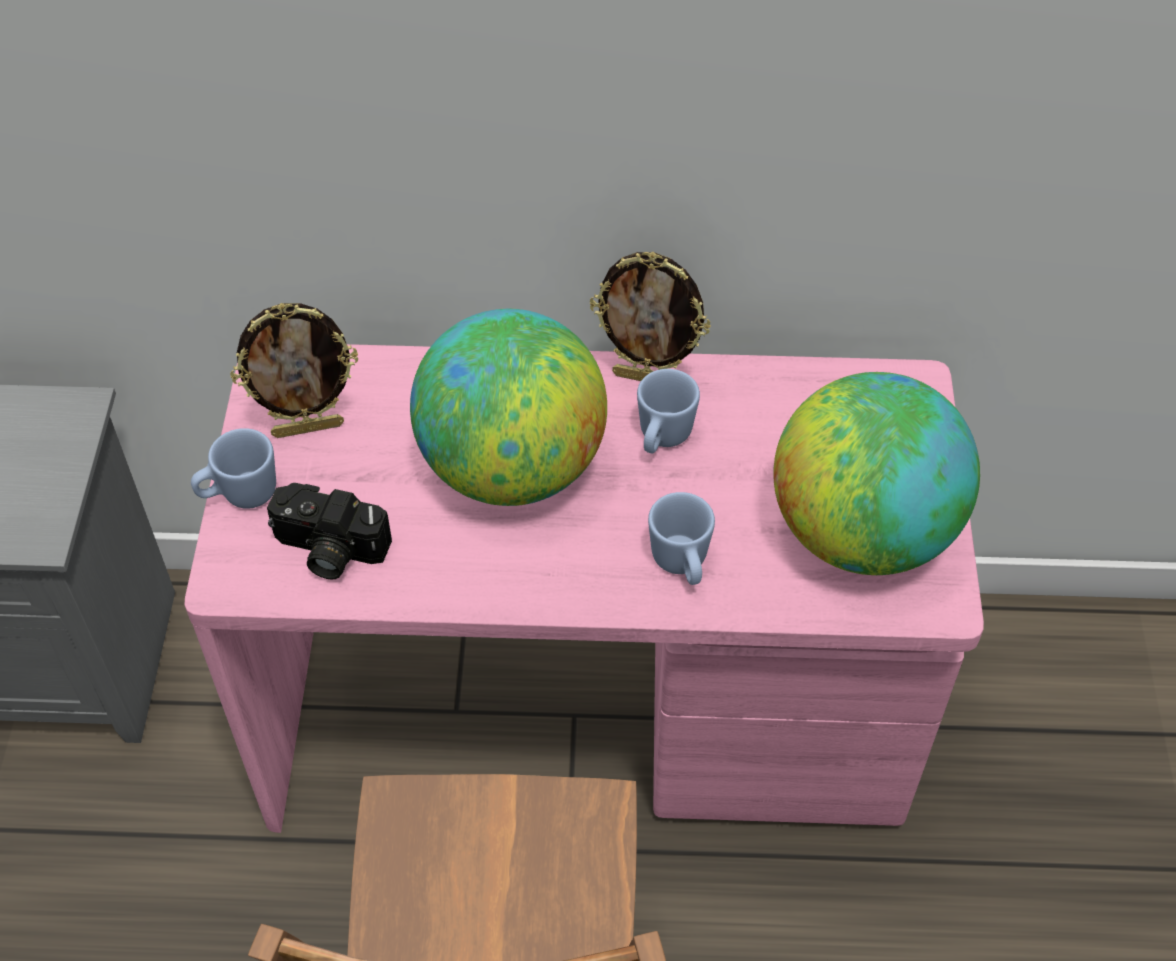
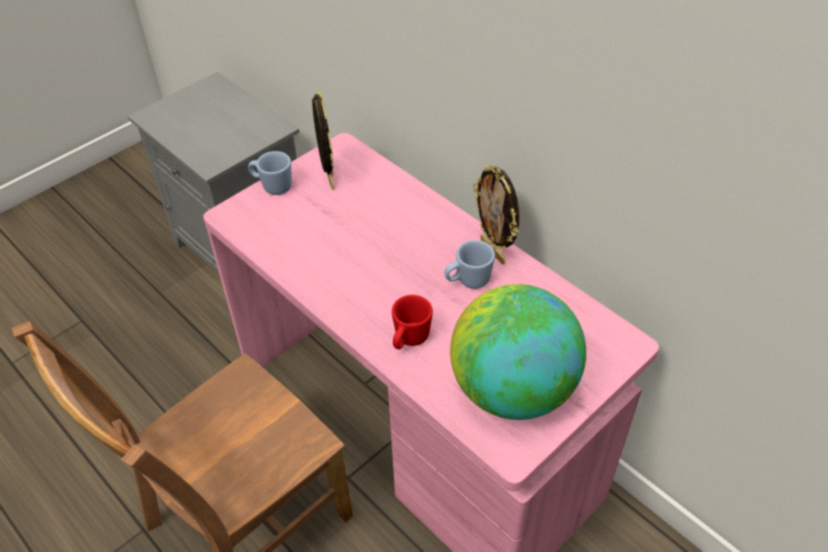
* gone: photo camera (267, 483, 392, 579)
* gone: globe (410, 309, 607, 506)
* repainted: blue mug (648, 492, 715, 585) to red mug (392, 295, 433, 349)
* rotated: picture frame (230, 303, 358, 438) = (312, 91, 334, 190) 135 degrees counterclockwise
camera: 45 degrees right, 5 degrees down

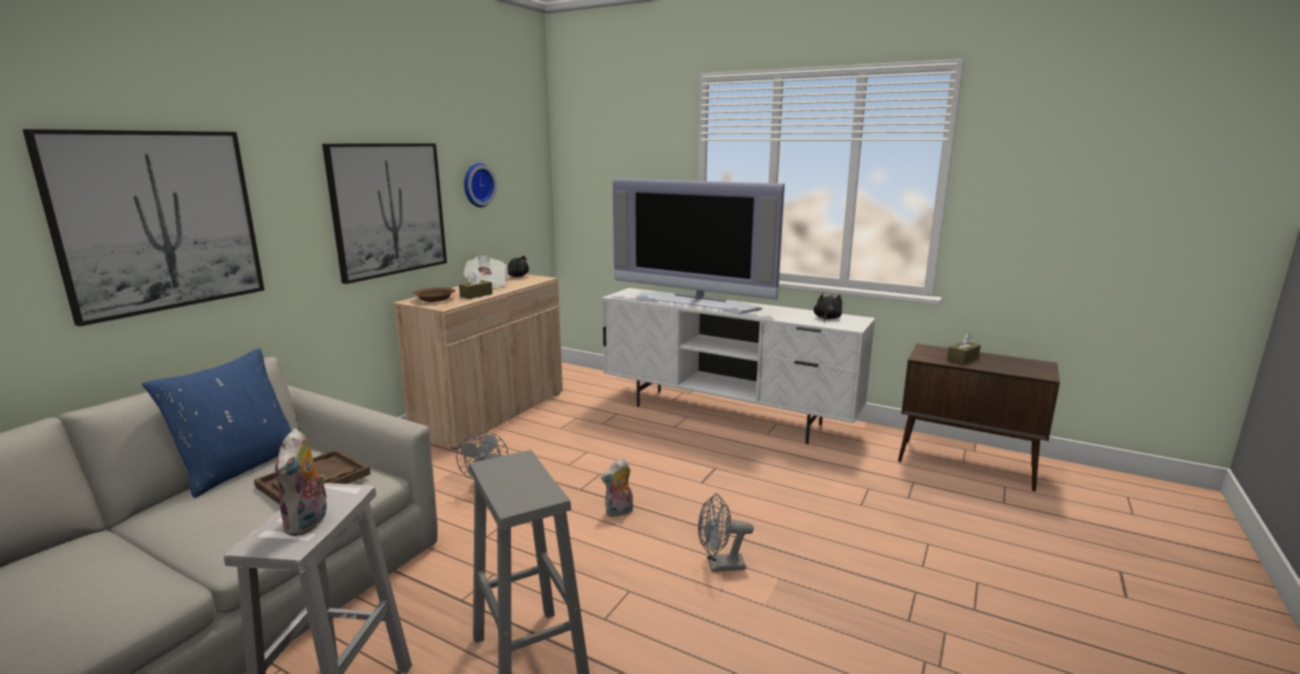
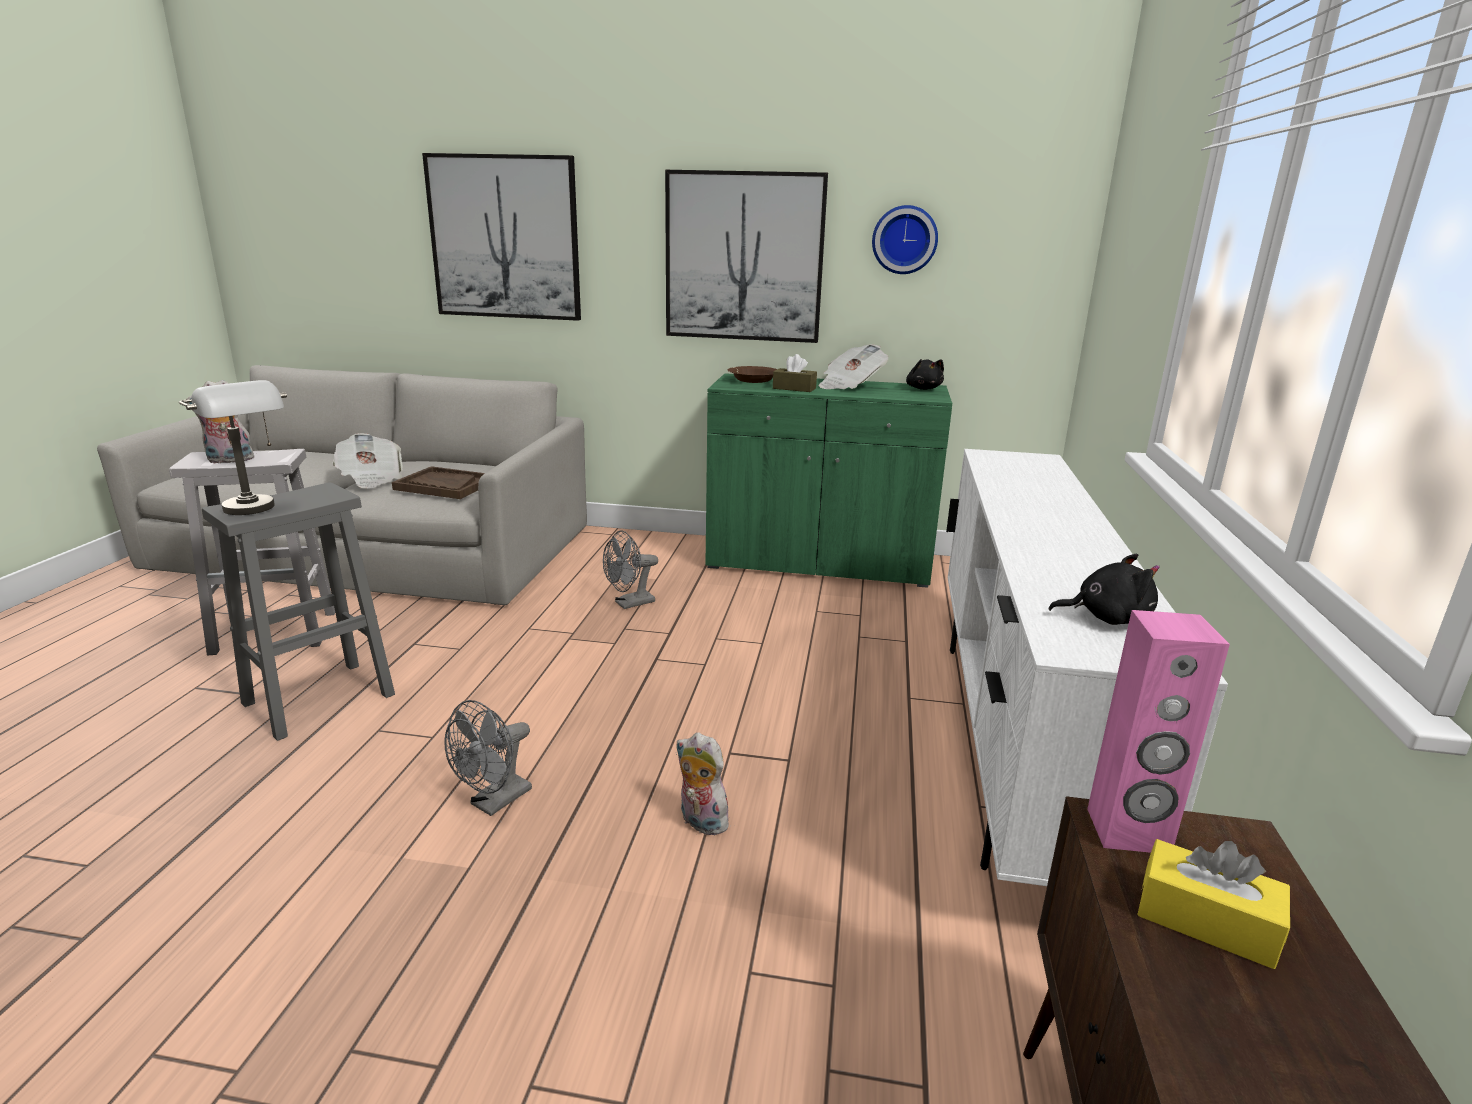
* gone: blue pillow (142, 348, 292, 498)
* gone: television (613, 178, 785, 314)
* new: grey table lamp (179, 380, 287, 515)
* new: newspaper (332, 433, 403, 489)
* new: pink speaker (1087, 610, 1230, 853)
* shifted: plush toy (601, 459, 633, 517) to (676, 732, 729, 835)
* repainted: beige cabinet (393, 274, 563, 450) to green cabinet (705, 373, 952, 588)
* repainted: brown tissue box (947, 333, 981, 365) to yellow tissue box (1137, 839, 1290, 969)
* rotated: grey fan (698, 493, 754, 572) = (444, 700, 532, 816) 120 degrees counterclockwise
camera: 70 degrees right, 5 degrees up

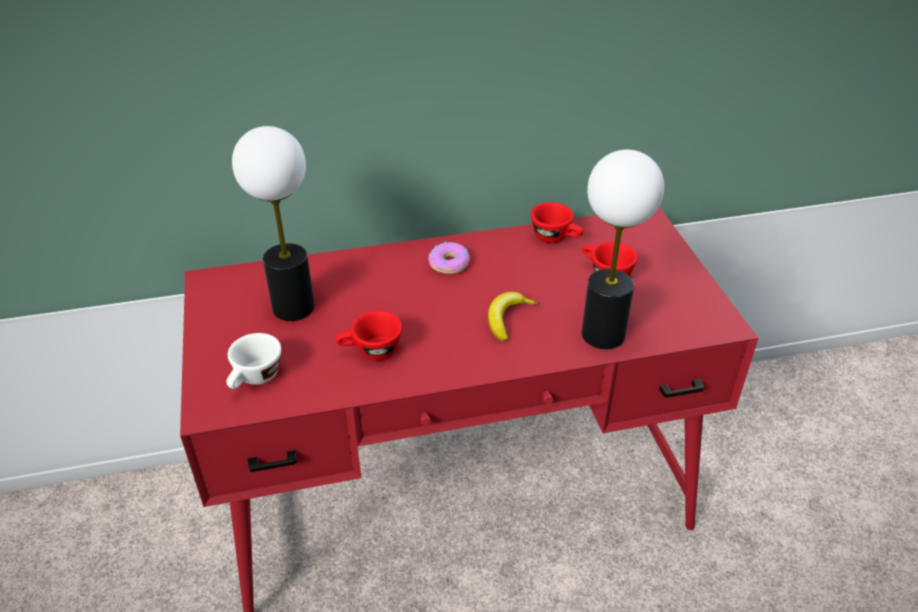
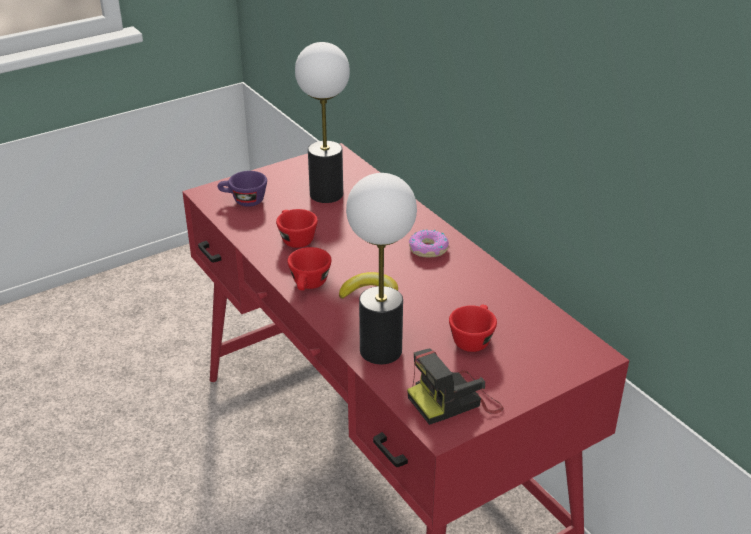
* new: photo camera (407, 349, 503, 425)
* shifted: red cup (531, 202, 584, 243) to (287, 247, 331, 291)
* repainted: white cup (226, 333, 281, 389) to purple cup (218, 171, 267, 207)
camera: 70 degrees right, 5 degrees down

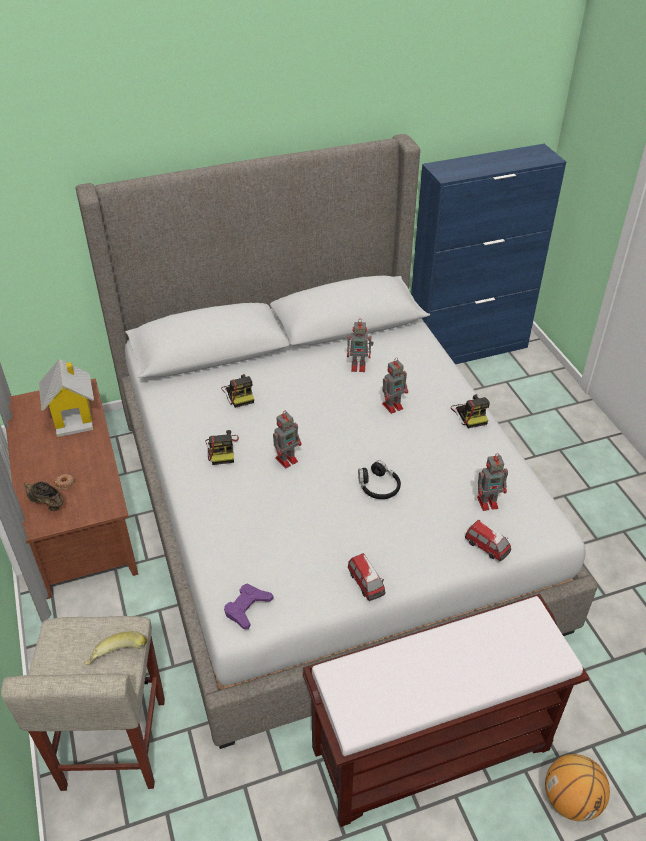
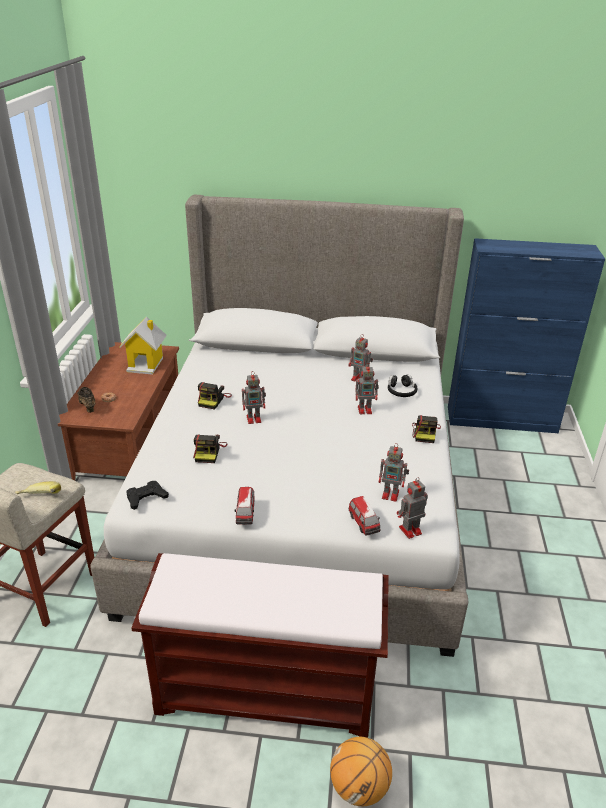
* new: toy robot (397, 477, 428, 539)
* shifted: photo camera (221, 374, 254, 408) to (193, 434, 228, 463)
* shifted: black headphones (358, 460, 401, 499) to (388, 374, 418, 397)
* repainted: purple game controller (224, 584, 274, 629) to black game controller (127, 481, 169, 510)
camera: 25 degrees right, 10 degrees down

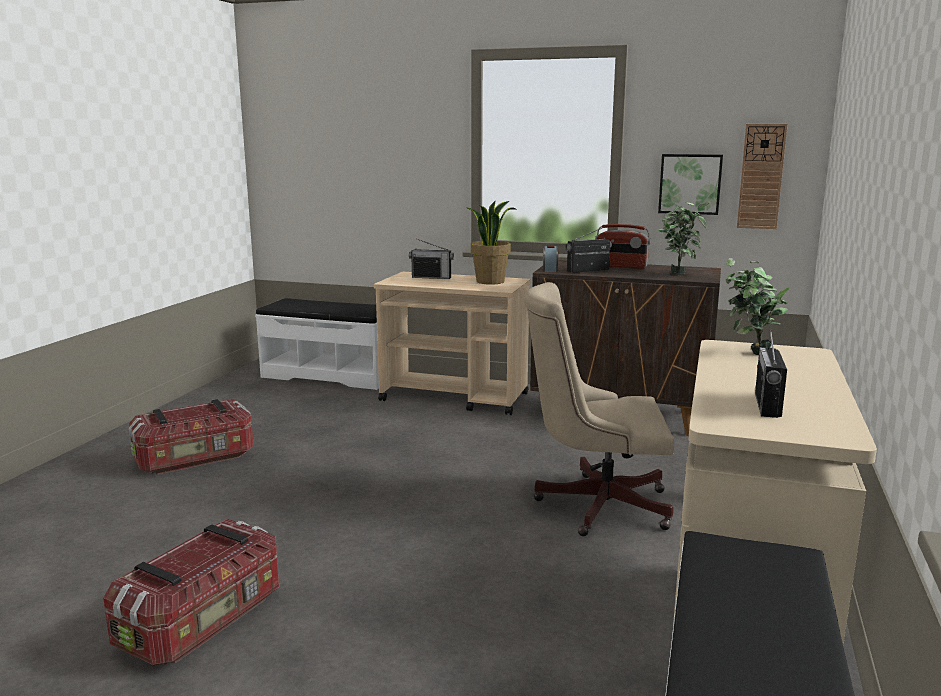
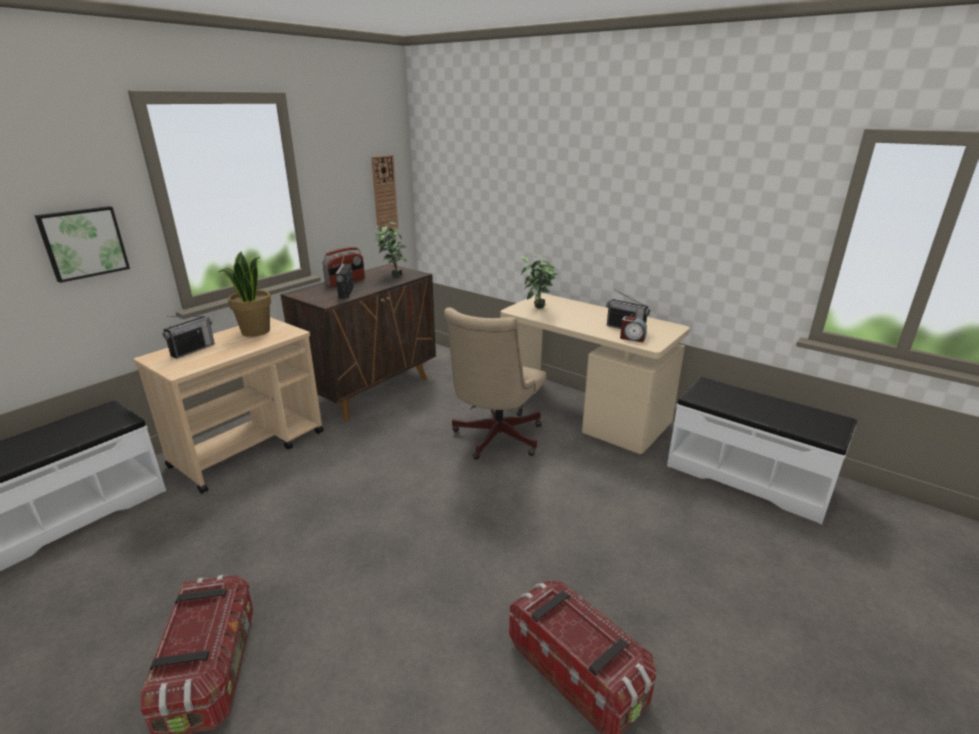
* shifted: alarm clock (543, 245, 558, 272) to (620, 316, 647, 342)
* shifted: picture (658, 154, 723, 215) to (34, 206, 130, 283)
camera: 70 degrees left, 10 degrees up

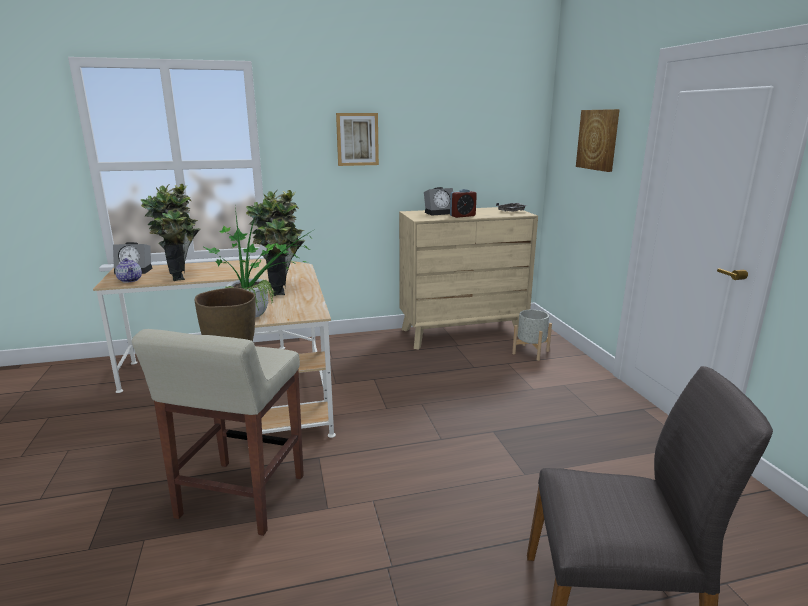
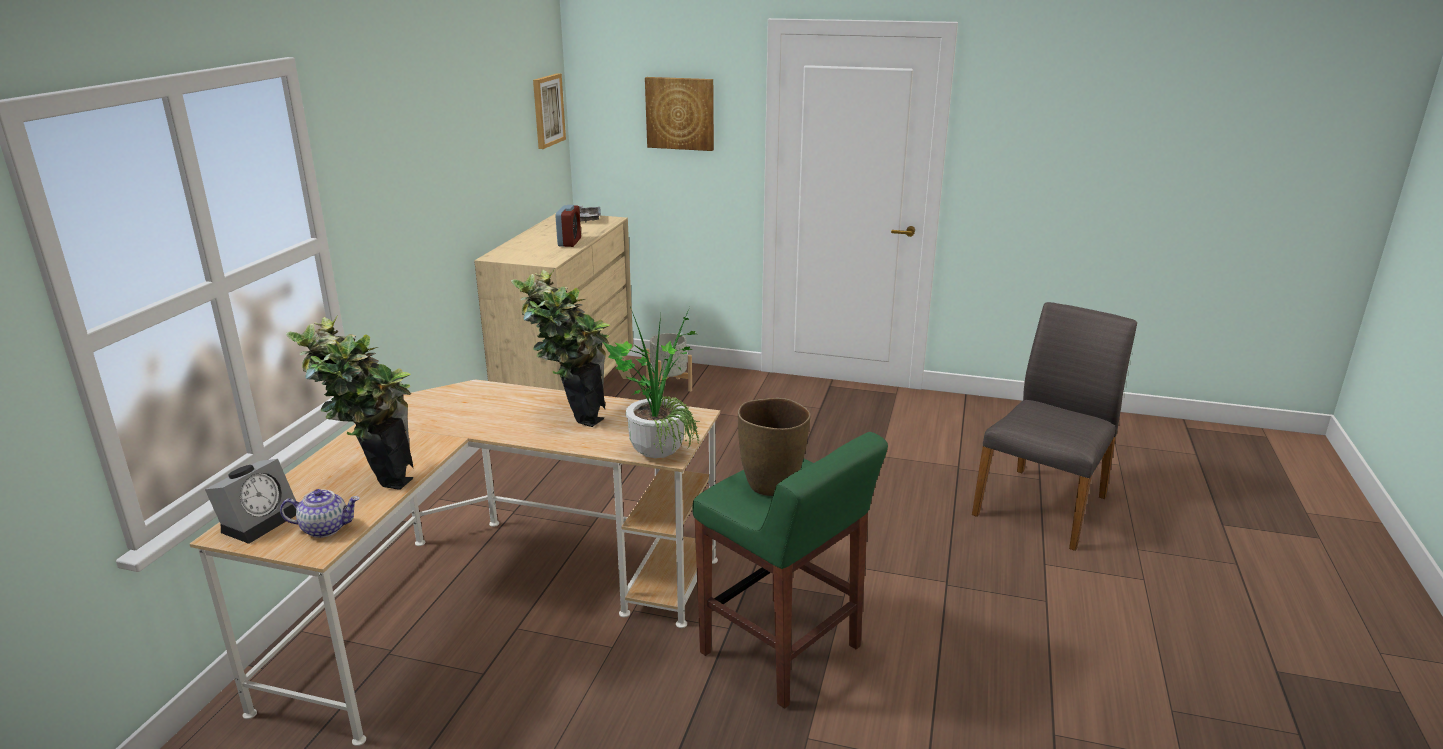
* gone: alarm clock (424, 187, 453, 216)
* shifted: picture (336, 113, 379, 166) to (533, 73, 566, 149)
* repainted: beige stool (132, 329, 304, 536) to green stool (693, 432, 888, 709)
camera: 60 degrees left, 5 degrees up

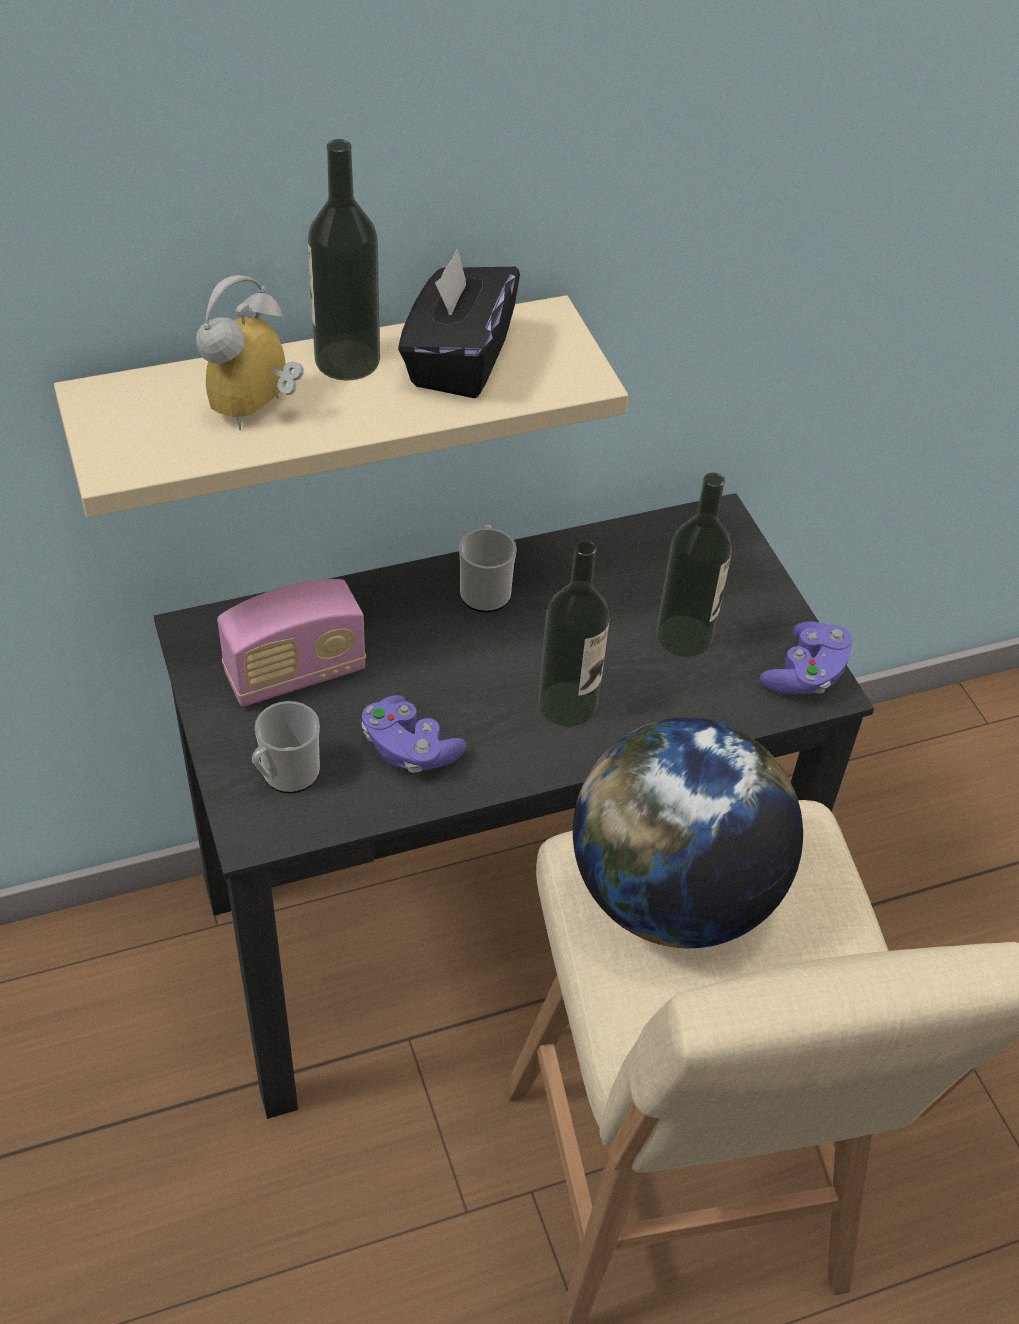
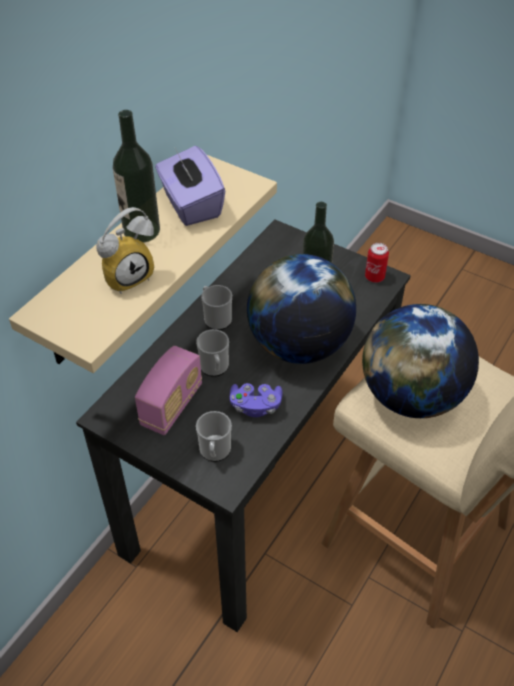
* new: mug (196, 329, 229, 377)
* swapped: bottle (538, 540, 610, 726) to globe (247, 254, 356, 364)
* swapped: purple game controller (760, 621, 853, 694) to can (365, 243, 389, 283)
* repainted: black tissue box (398, 249, 520, 398) to purple tissue box (155, 146, 225, 226)
* rotated: alarm clock (196, 275, 304, 431) = (96, 207, 154, 294) 120 degrees counterclockwise
camera: 35 degrees left, 0 degrees up

